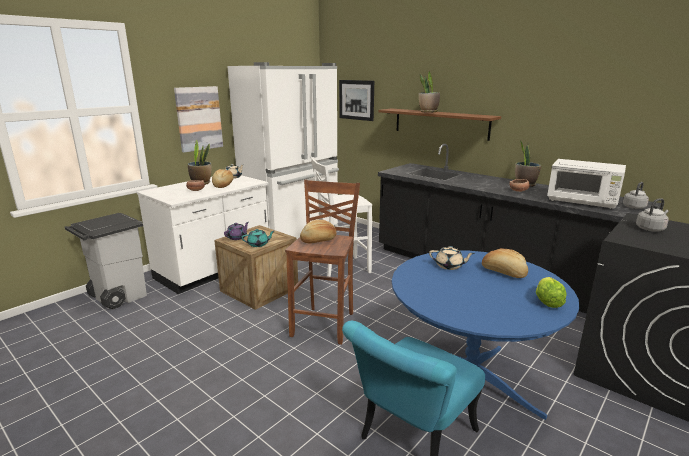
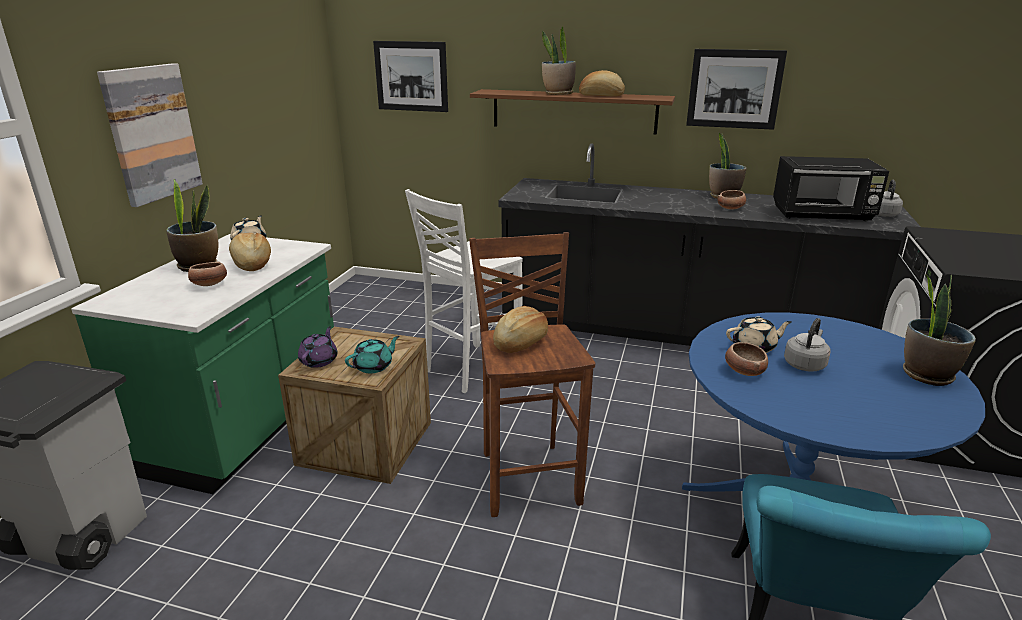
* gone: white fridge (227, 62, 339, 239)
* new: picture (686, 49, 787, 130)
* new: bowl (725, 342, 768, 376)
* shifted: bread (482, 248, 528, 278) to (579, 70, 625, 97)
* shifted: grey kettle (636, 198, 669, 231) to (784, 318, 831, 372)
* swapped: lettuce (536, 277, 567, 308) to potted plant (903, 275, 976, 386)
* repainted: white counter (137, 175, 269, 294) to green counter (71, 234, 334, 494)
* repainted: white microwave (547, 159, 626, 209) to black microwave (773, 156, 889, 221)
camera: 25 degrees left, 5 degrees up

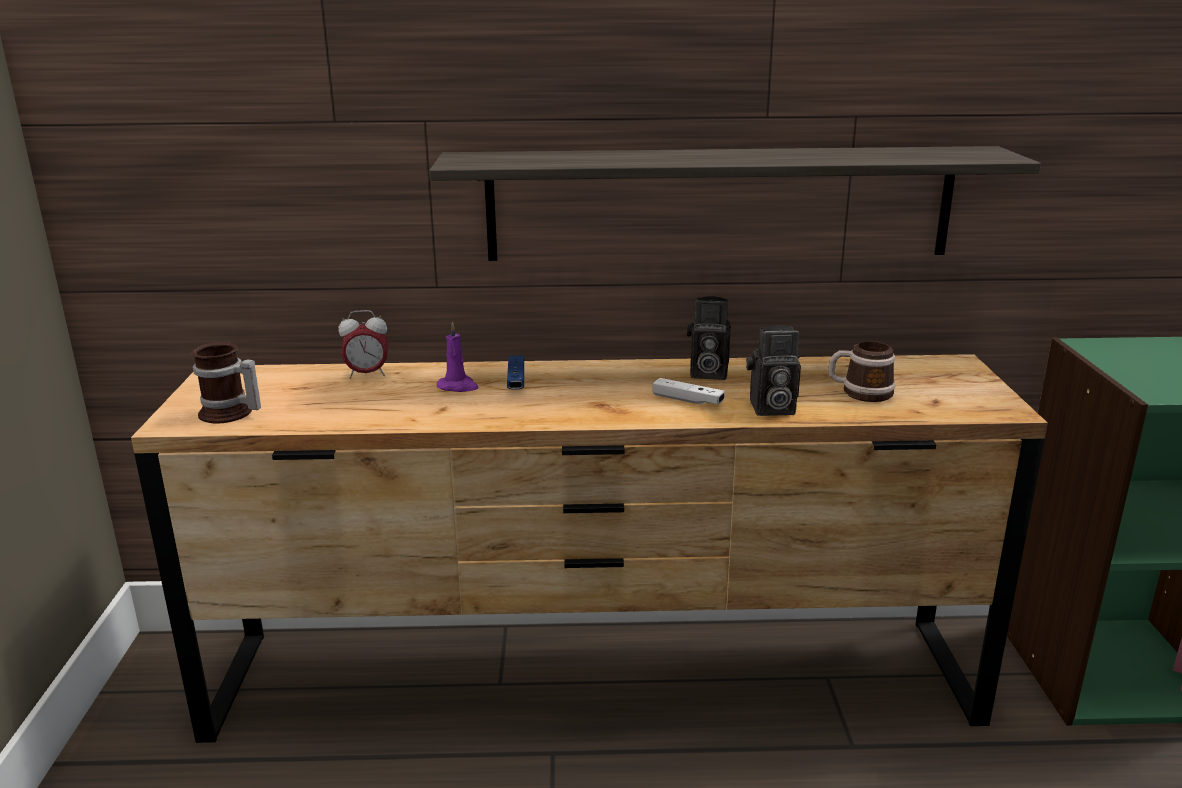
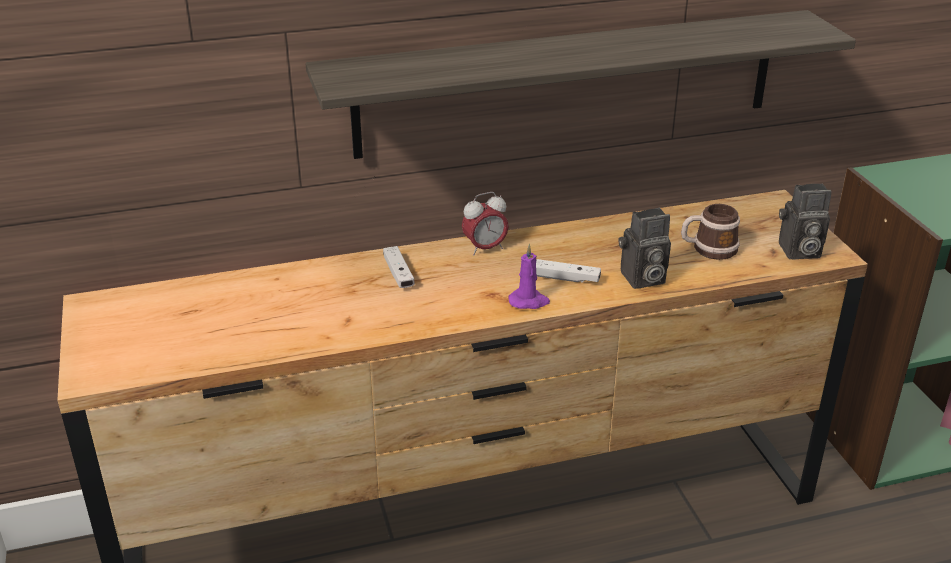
* gone: mug (192, 342, 261, 424)
* shifted: alarm clock (338, 310, 388, 379) to (462, 192, 509, 256)
* shifted: purple candle (437, 321, 479, 392) to (509, 244, 550, 309)
* shifted: photo camera (687, 296, 731, 380) to (779, 184, 832, 260)
* repainted: blue game controller (507, 355, 524, 390) to white game controller (383, 246, 415, 288)
camera: 15 degrees left, 10 degrees up

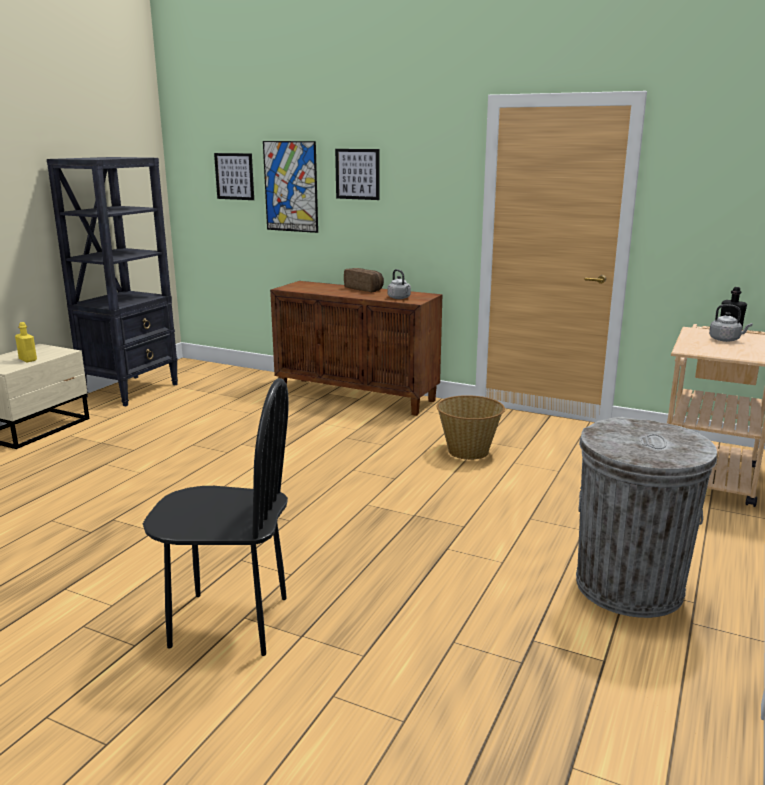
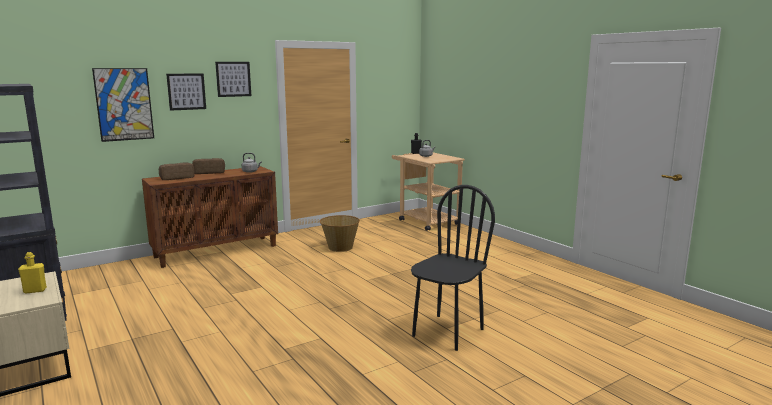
* gone: grey trash can (576, 417, 717, 618)
* new: bread (159, 163, 195, 180)
* shifted: picture (214, 153, 254, 200) to (215, 62, 251, 97)
camera: 60 degrees left, 5 degrees down

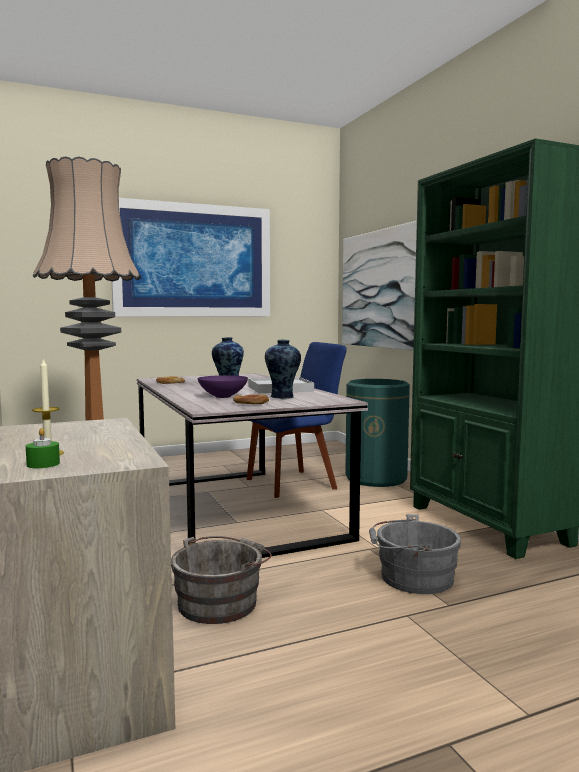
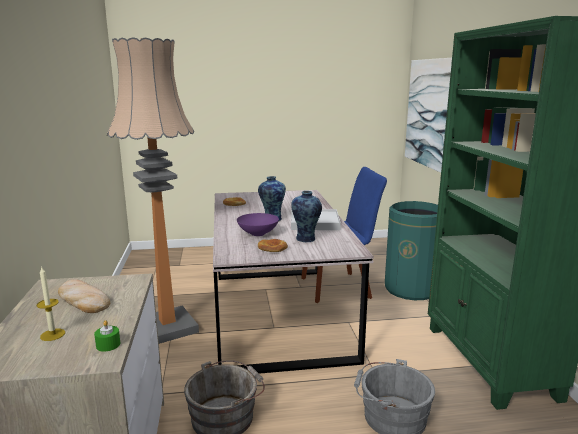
* gone: picture (112, 198, 270, 316)
* new: bread (58, 279, 110, 313)
* shifted: green candle (26, 428, 60, 468) to (94, 320, 120, 352)
camera: 15 degrees right, 10 degrees up

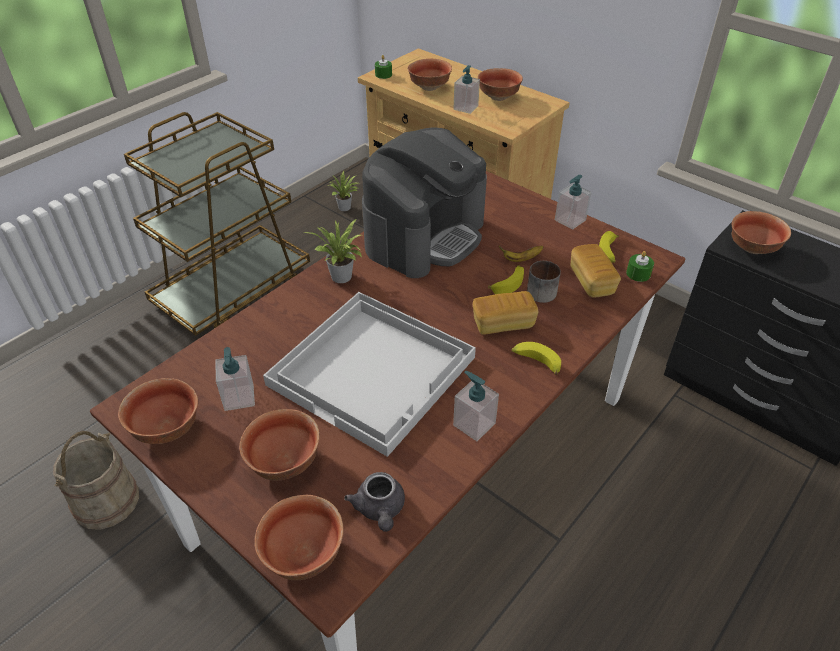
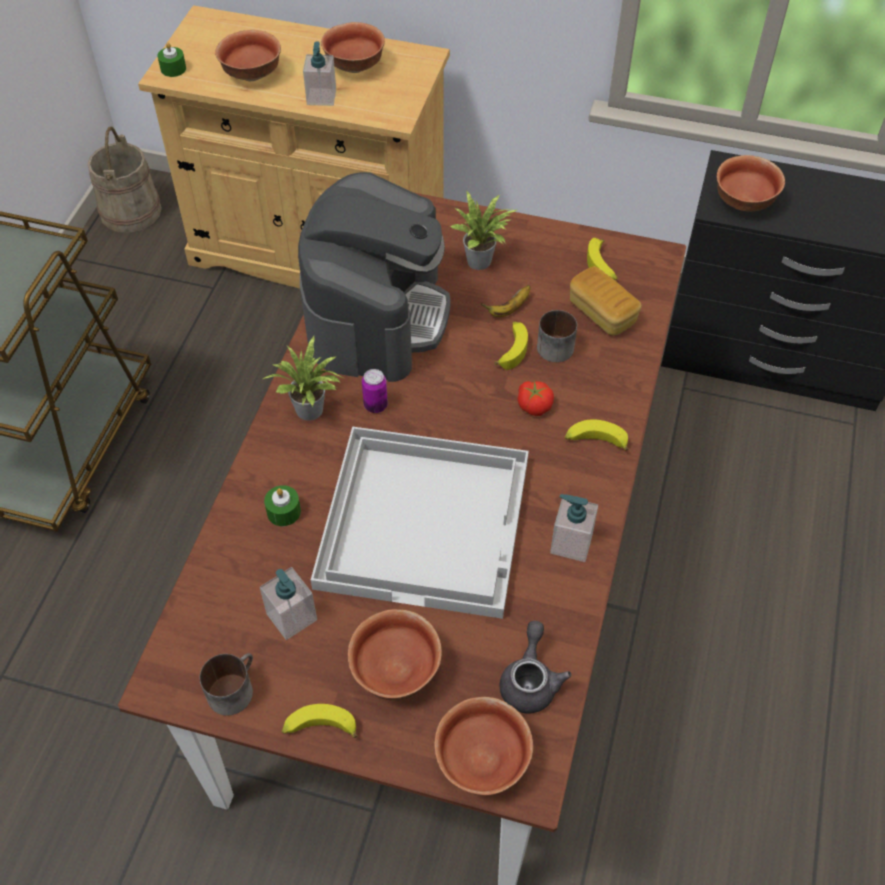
* gone: soap dispenser (555, 175, 592, 230)
* new: banana (282, 704, 357, 738)
* new: can (362, 369, 388, 413)
* shifted: beige bucket (53, 431, 139, 530) to (88, 127, 162, 233)
* shifted: potted plant (328, 170, 358, 211) to (450, 191, 517, 270)
* shifted: green candle (626, 251, 654, 282) to (264, 485, 301, 526)
* swapped: bowl (118, 378, 198, 444) to mug (200, 653, 253, 716)
* swapped: bread (473, 291, 538, 335) to tomato (517, 381, 554, 416)
* rotated: grey teapot (344, 472, 405, 532) = (499, 621, 572, 714) 135 degrees counterclockwise
camera: 25 degrees left, 10 degrees up

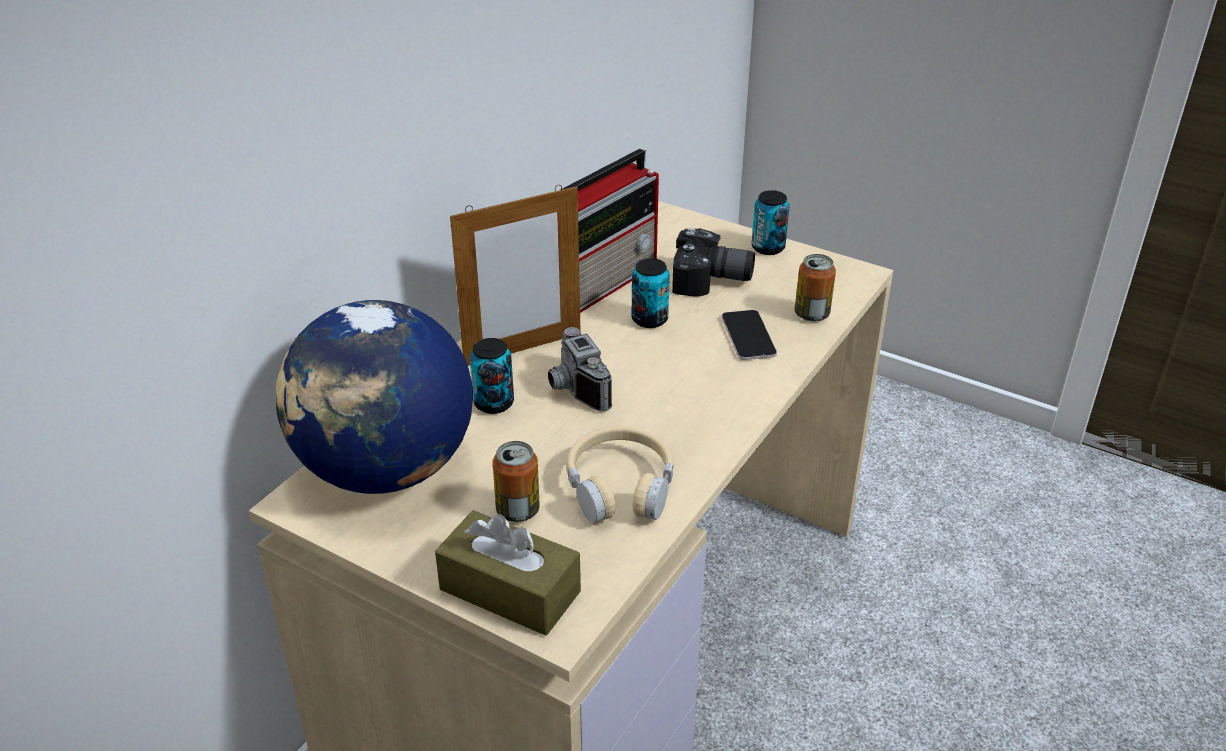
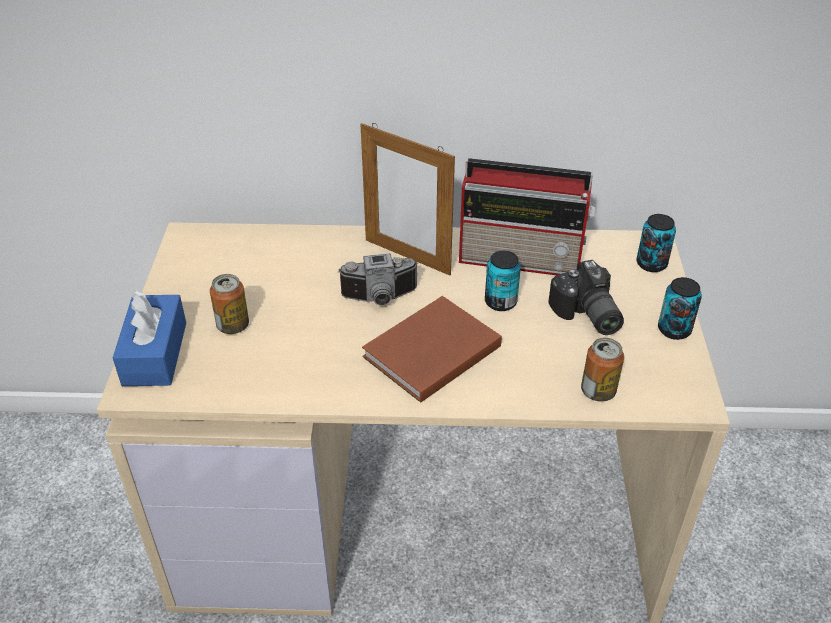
* gone: globe (276, 300, 473, 494)
* gone: beige headphones (566, 426, 674, 523)
* gone: phone (721, 310, 777, 360)
* new: brown book (362, 296, 502, 403)
* shifted: can (470, 338, 514, 414) to (637, 214, 676, 272)
* repainted: brown tissue box (435, 510, 581, 635) to blue tissue box (113, 291, 186, 386)
* rotated: photo camera (548, 327, 612, 411) = (338, 253, 418, 306) 135 degrees counterclockwise
camera: 60 degrees right, 5 degrees up

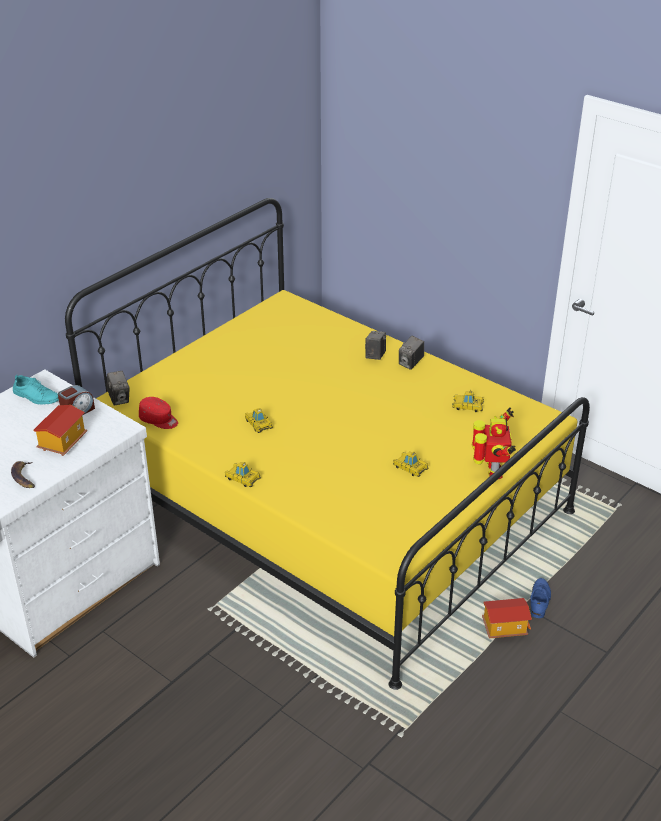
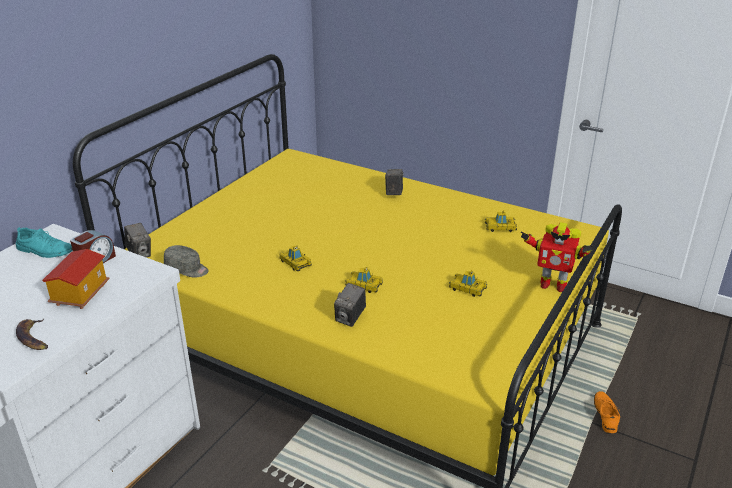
* gone: toy house (482, 598, 532, 638)
* shifted: toy car (225, 462, 261, 487) to (345, 267, 383, 293)
* shifted: photo camera (399, 336, 424, 370) to (334, 283, 366, 327)
* repainted: red cap (139, 397, 178, 429) to grey cap (164, 245, 208, 278)
* repainted: blue shoe (530, 578, 551, 618) to orange shoe (594, 391, 620, 433)
* rotated: toy robot (472, 408, 516, 479) = (521, 222, 592, 292) 120 degrees clockwise
camera: 10 degrees left, 5 degrees down

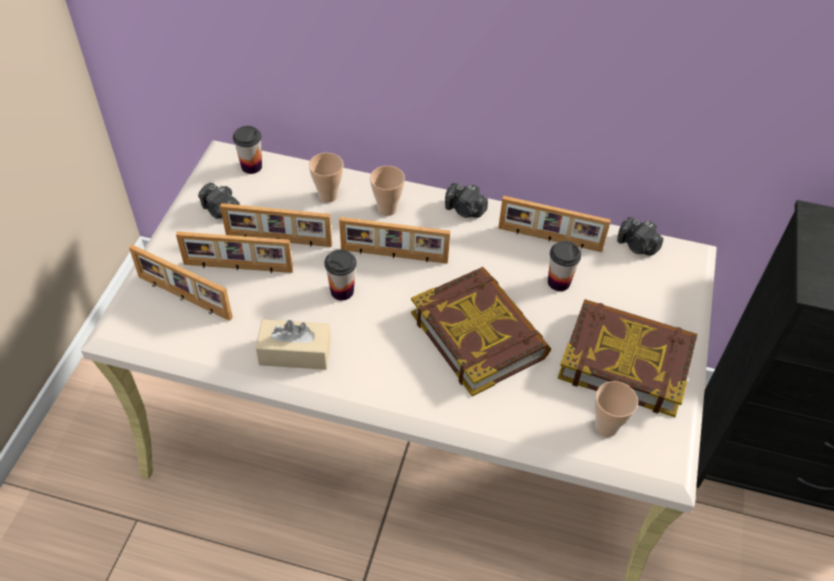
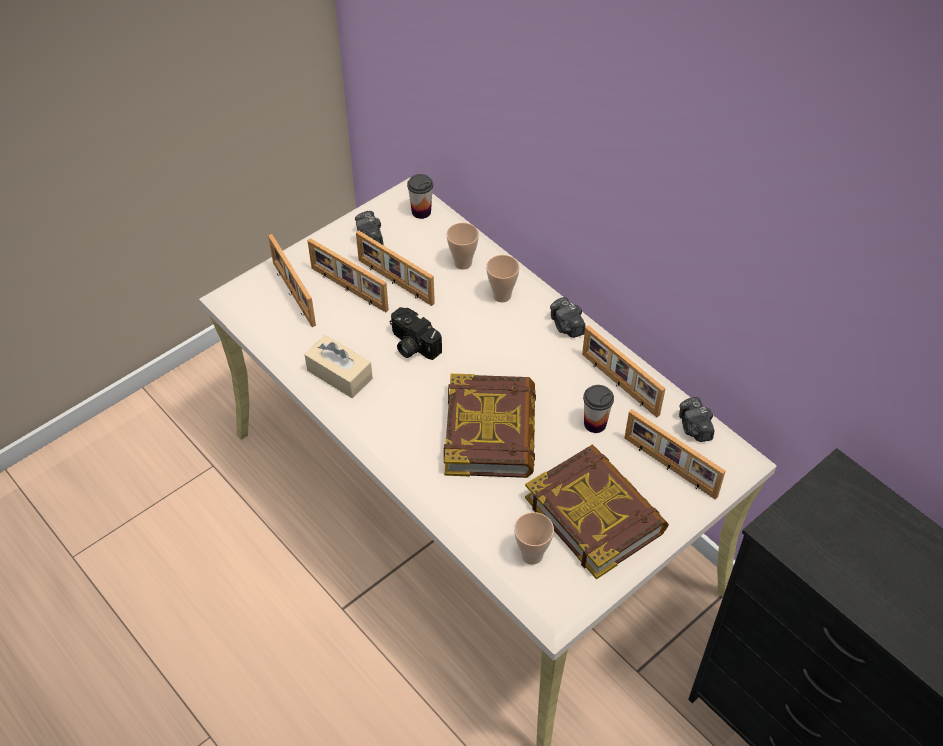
* shifted: picture frame (339, 217, 450, 264) to (624, 409, 726, 500)
* swapped: cup (325, 249, 357, 301) to photo camera (390, 307, 442, 360)
camera: 35 degrees right, 0 degrees up

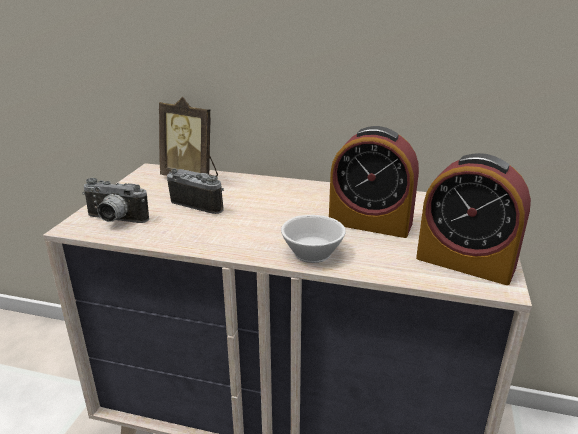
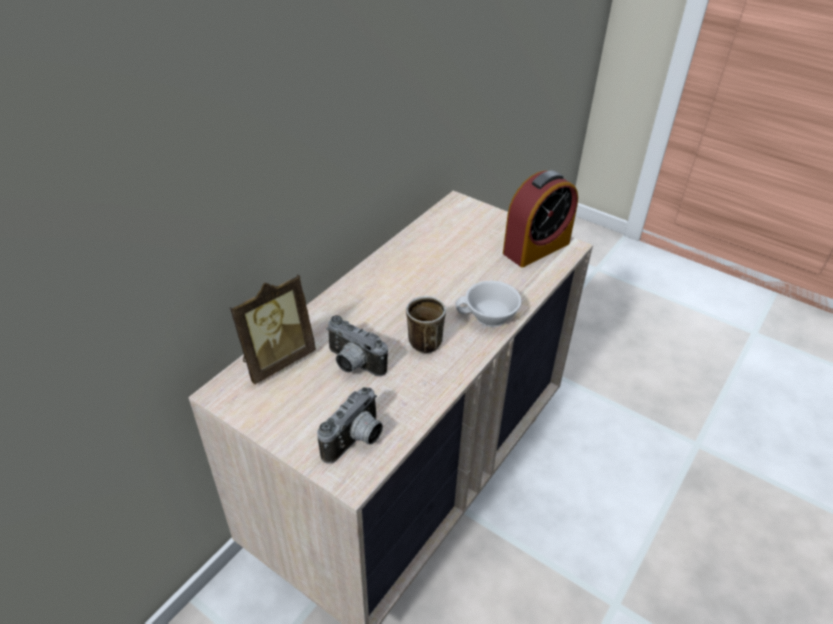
* gone: alarm clock (329, 126, 419, 238)
* new: mug (406, 296, 446, 353)
* rotated: photo camera (167, 169, 224, 214) = (326, 315, 388, 377) 105 degrees counterclockwise
camera: 70 degrees left, 15 degrees up

